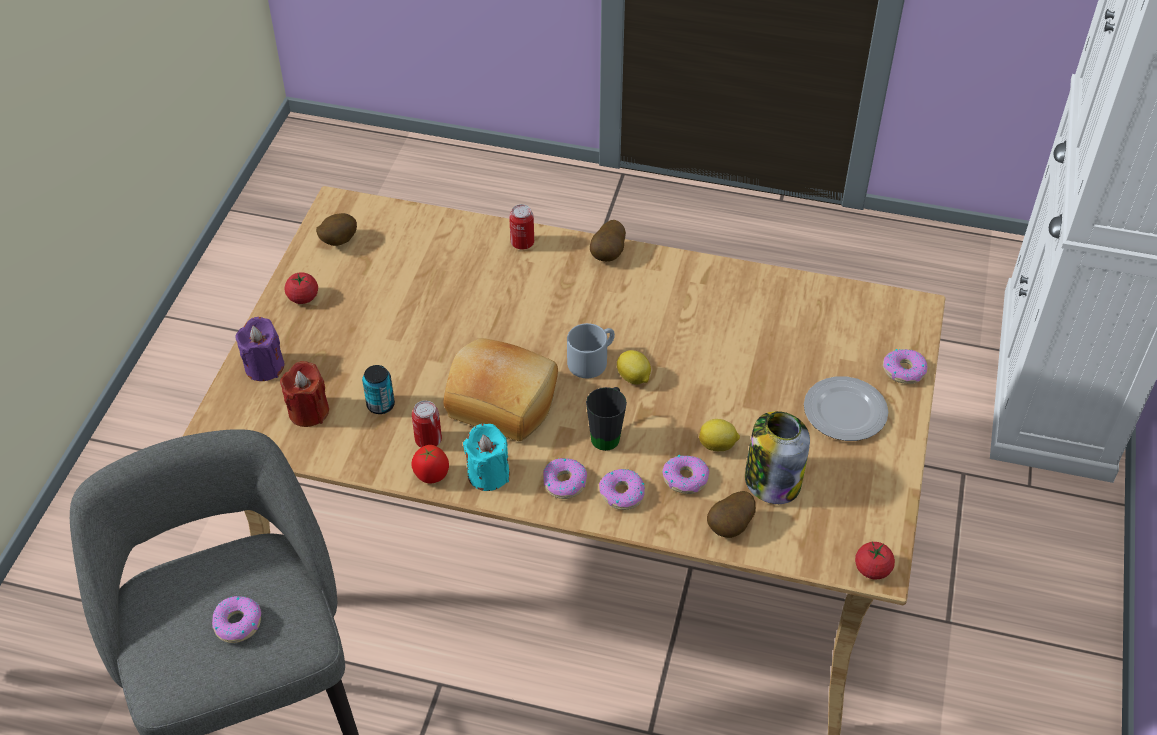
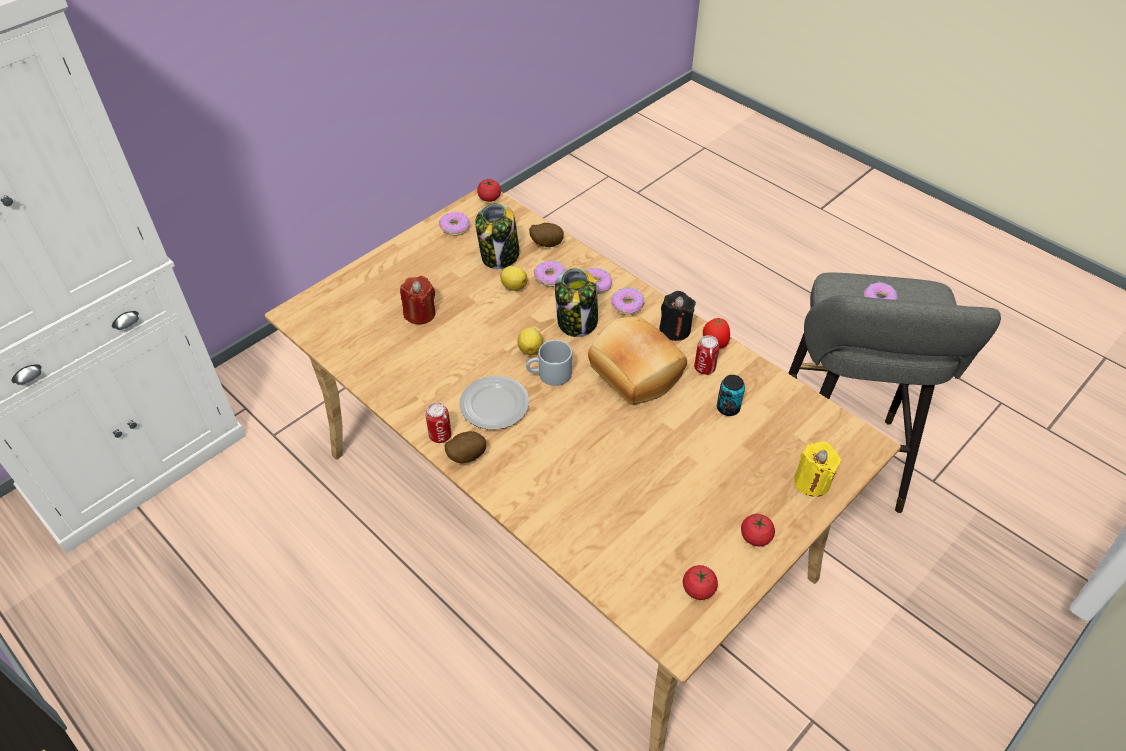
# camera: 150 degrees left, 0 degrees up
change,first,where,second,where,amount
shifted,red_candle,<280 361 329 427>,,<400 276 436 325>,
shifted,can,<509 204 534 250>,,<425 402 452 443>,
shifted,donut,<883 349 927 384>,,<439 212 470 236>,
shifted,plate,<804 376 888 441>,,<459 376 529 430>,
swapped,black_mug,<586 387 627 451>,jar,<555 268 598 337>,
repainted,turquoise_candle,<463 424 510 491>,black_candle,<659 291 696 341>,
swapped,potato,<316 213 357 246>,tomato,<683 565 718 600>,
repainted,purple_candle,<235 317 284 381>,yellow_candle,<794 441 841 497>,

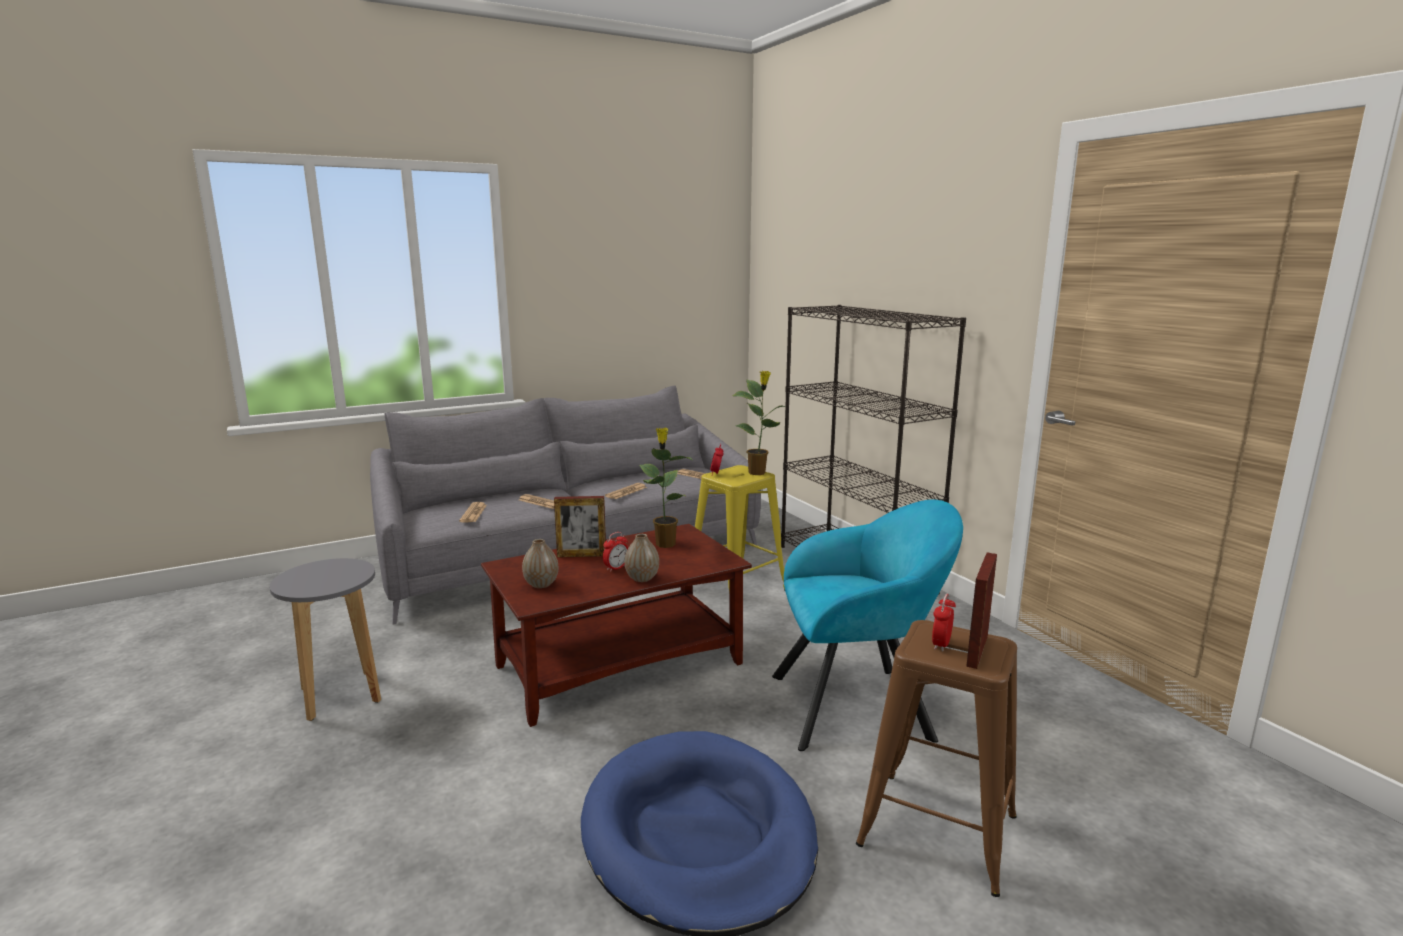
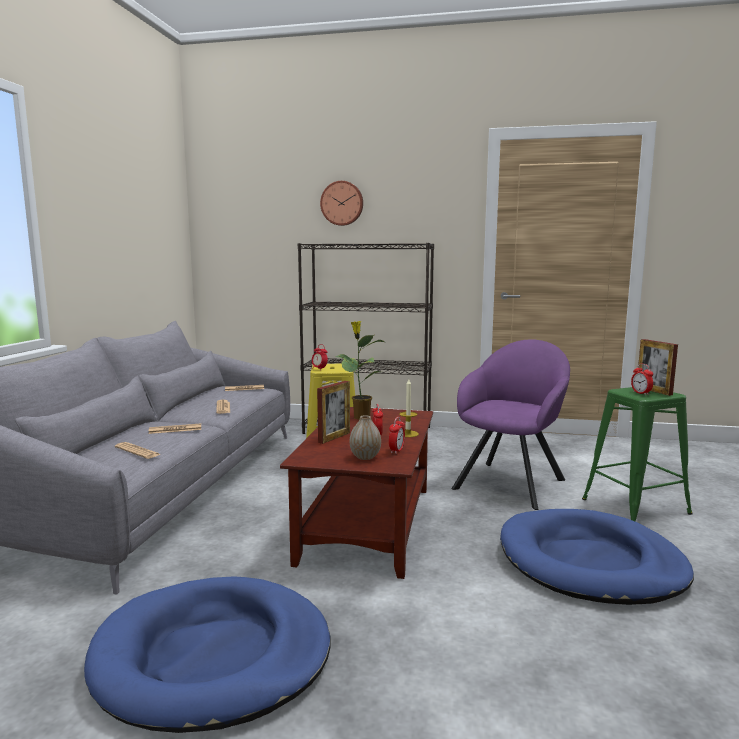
# camera: 50 degrees left, 5 degrees down
change,first,where,second,where,amount
swapped,grey_stool,<270 558 381 721>,blue_dog_bed,<84 576 330 733>,
new,,,wall_clock,<320 181 363 226>,
new,,,alarm_clock,<389 417 405 454>,
swapped,vase,<624 534 659 582>,candle,<399 379 419 437>,
repainted,turquoise_armchair,<772 500 963 751>,purple_armchair,<452 339 570 510>,
repainted,brown_stool,<856 620 1017 897>,green_stool,<582 387 693 522>,
gone,potted_plant,<732 371 786 475>,,,

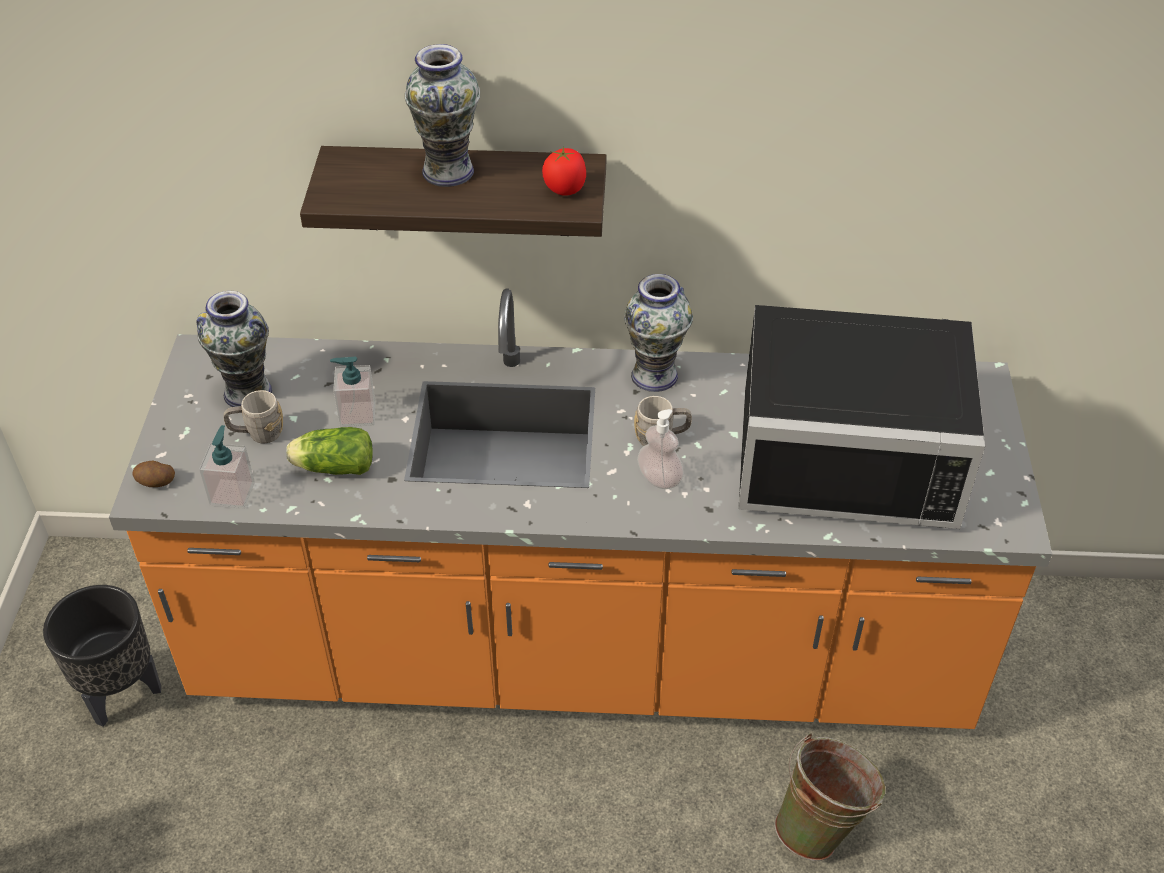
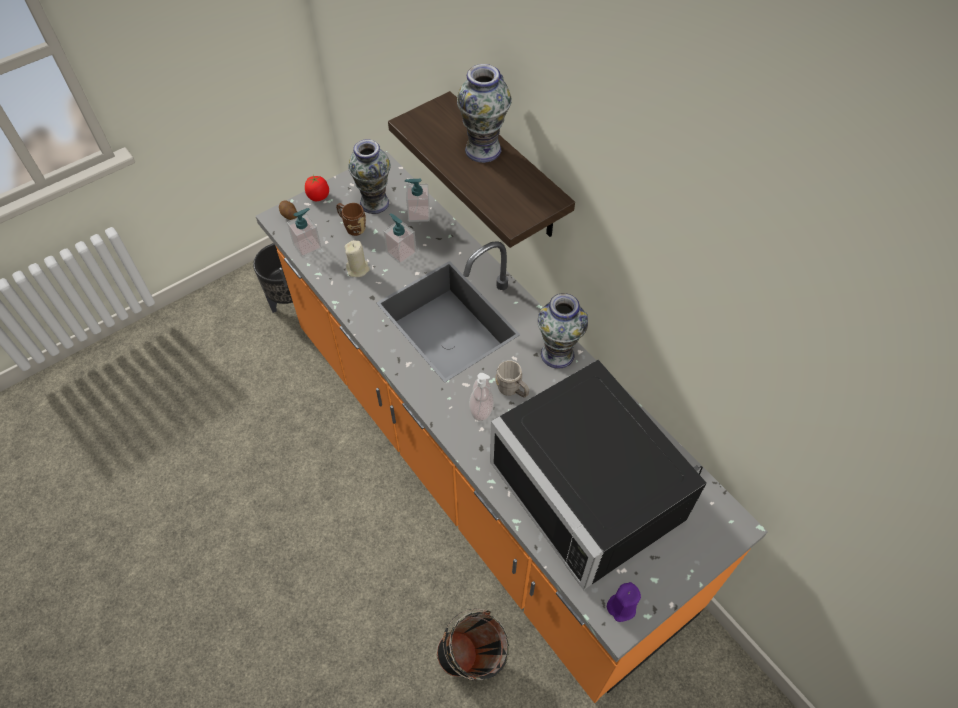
# camera: 50 degrees right, 10 degrees up
change,first,where,second,where,amount
shifted,tomato,<542 146 586 196>,,<305 175 329 201>,
repainted,grey_mug,<223 390 283 443>,brown_mug,<336 203 366 236>,
swapped,lettuce,<286 427 373 475>,beige_candle,<345 240 370 277>,
new,,,soap_dispenser,<405 179 430 222>,
repainted,green_bucket,<774 733 885 861>,black_bucket,<437 609 509 680>,
new,,,purple_candle,<607 582 641 622>,

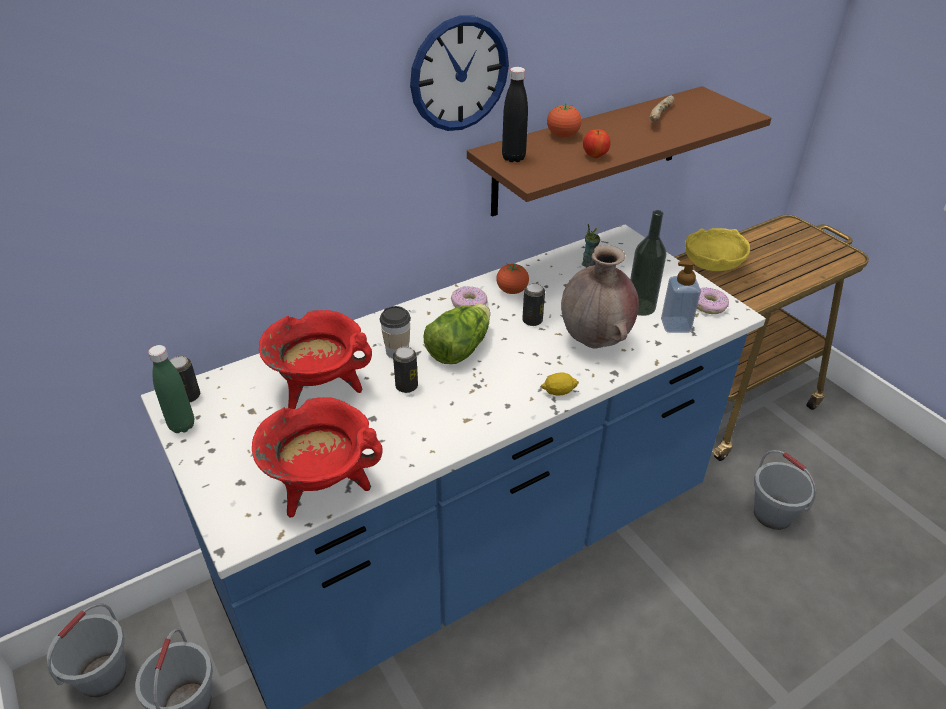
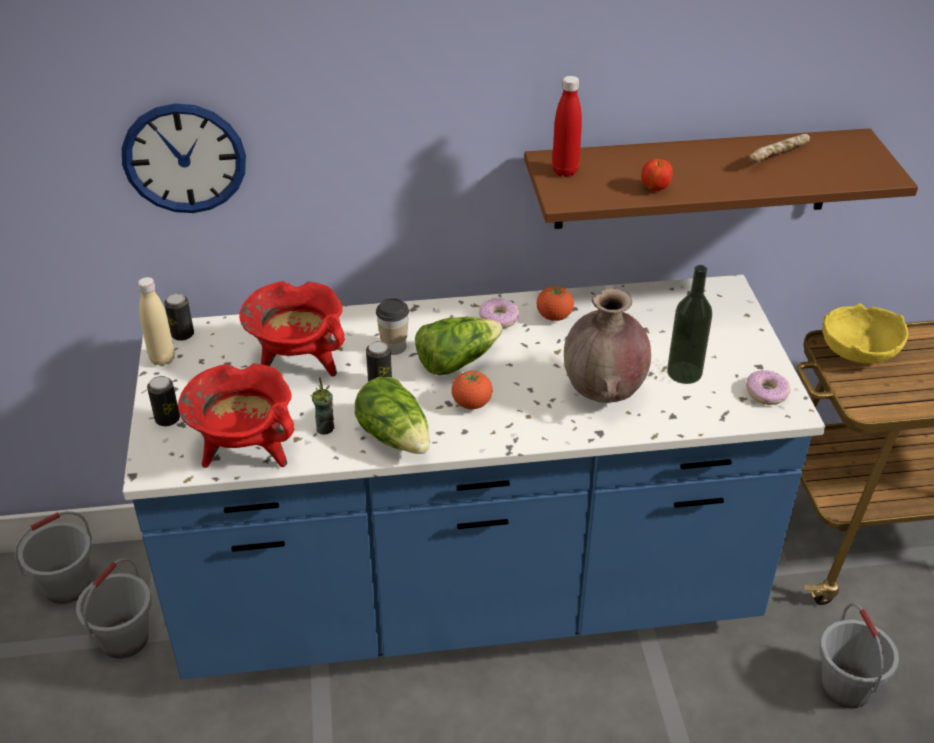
# camera: 25 degrees right, 0 degrees up
change,first,where,second,where,amount
shifted,wall_clock,<410 15 509 131>,,<122 104 246 213>,
repainted,green_bottle,<148 345 194 433>,beige_bottle,<138 277 175 366>,
shifted,can,<522 283 545 326>,,<147 376 180 426>,
shifted,cup,<582 224 600 268>,,<310 377 334 435>,
new,,,lettuce,<355 377 430 454>,
shifted,tomato,<547 104 582 137>,,<452 371 492 409>,
repainted,black_bottle,<502 67 528 162>,red_bottle,<552 76 582 177>,
gone,lemon,<541 372 579 396>,,,
gone,soap_dispenser,<661 261 701 333>,,,

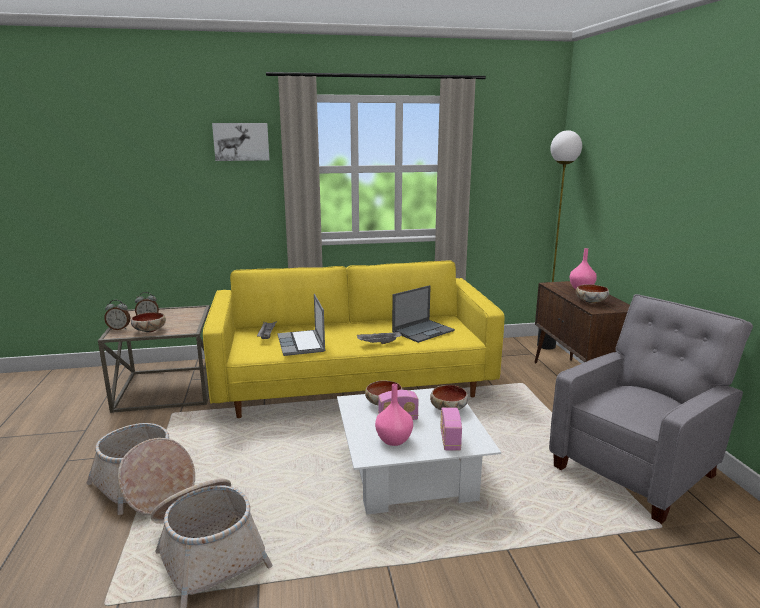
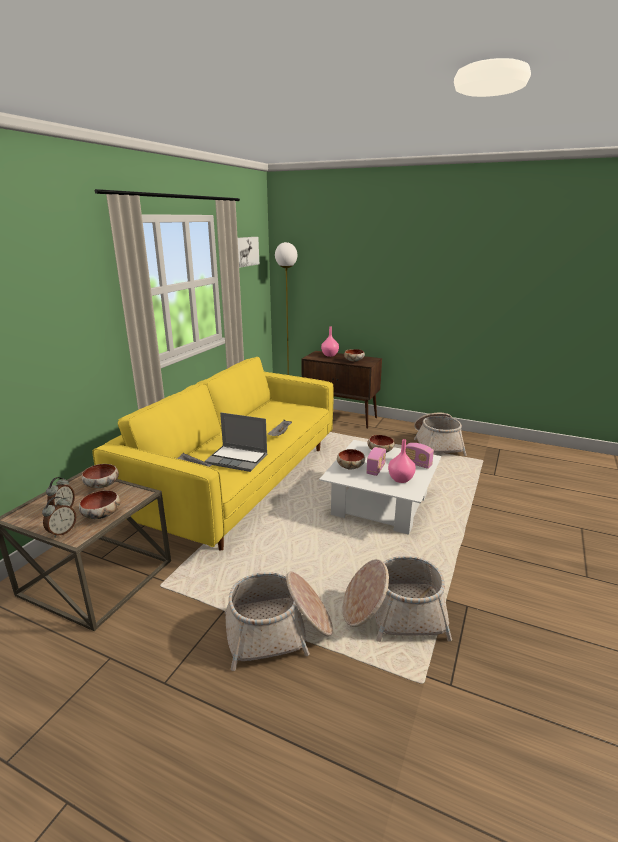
# camera: 55 degrees left, 5 degrees up
change,first,where,second,where,amount
new,,,bowl,<82 464 119 488>,
shifted,picture,<212 123 270 161>,,<238 237 259 268>,
swapped,grey_armchair,<549 294 753 524>,basket,<414 413 467 456>,
gone,laptop,<392 285 455 343>,,,

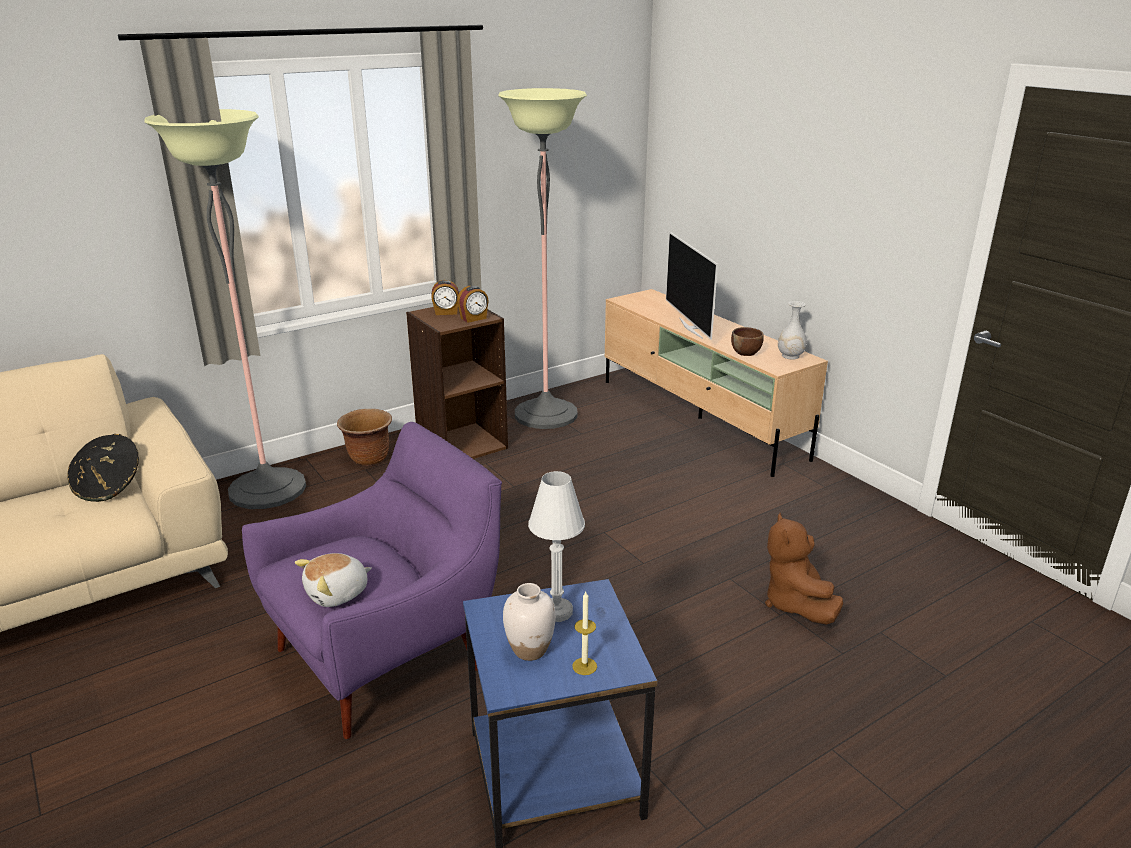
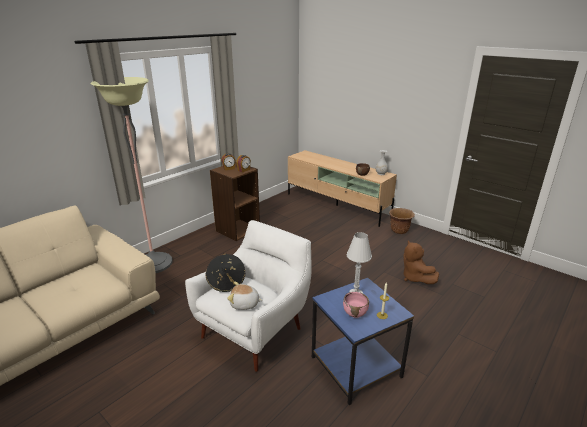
# camera: 15 degrees left, 0 degrees up
change,first,where,second,where,amount
repainted,purple_armchair,<242 422 502 739>,white_armchair,<185 220 311 372>,
shifted,black_hat,<67 434 139 502>,,<205 254 245 292>,
rotated,plush_toy,<295 553 372 607>,,<227 282 263 310>,60 degrees clockwise
swapped,white_vase,<503 583 556 661>,pink_bowl,<343 292 369 318>,
shifted,brown_planter,<337 409 392 466>,,<389 208 415 234>,
gone,floor_lamp,<498 88 587 429>,,,
gone,television,<666 232 718 340>,,,

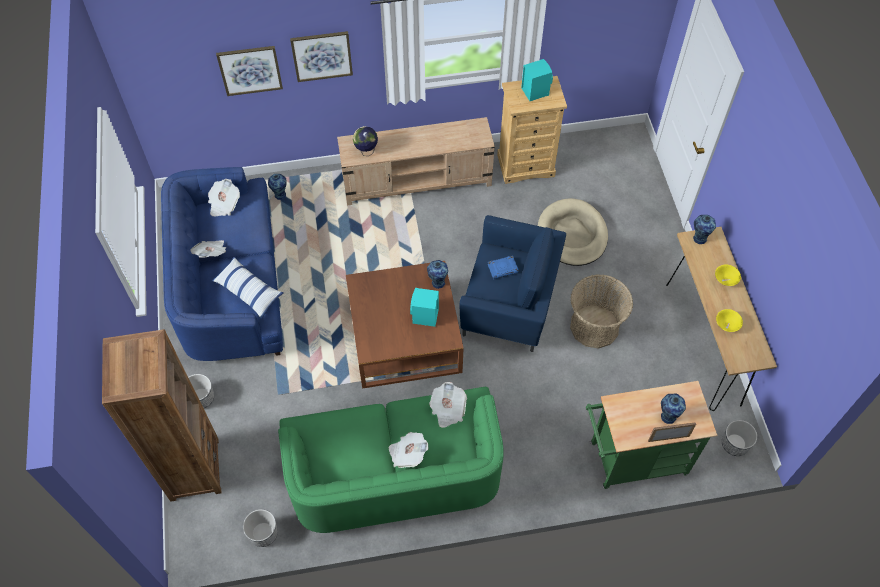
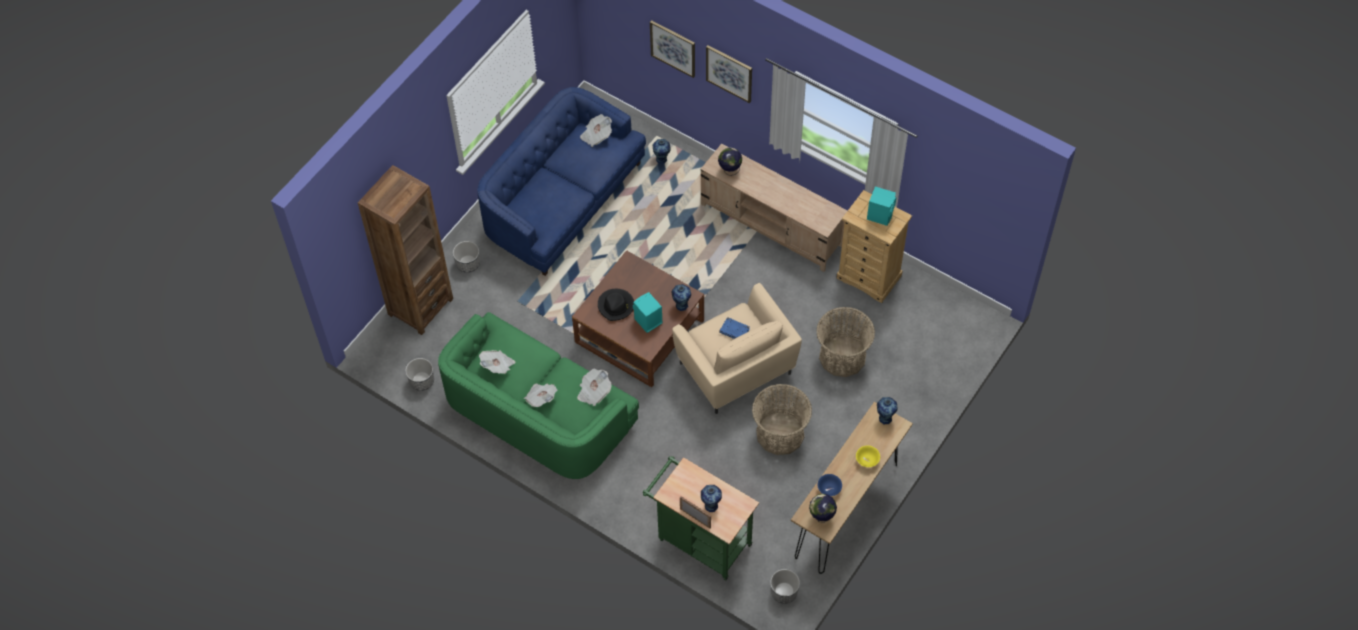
# camera: 45 degrees right, 0 degrees up
change,first,where,second,where,amount
shifted,newspaper,<190 240 226 258>,,<479 350 516 374>,
new,,,black_hat,<598 289 634 321>,
repainted,blue_armchair,<460 215 566 352>,beige_armchair,<672 283 802 414>,
new,,,globe,<809 494 837 523>,
swapped,beige_dog_bed,<538 198 608 266>,basket,<817 307 875 377>,
repainted,yellow_bowl,<716 309 743 332>,blue_bowl,<817 474 842 496>,
gone,pillow,<212 256 283 319>,,,

